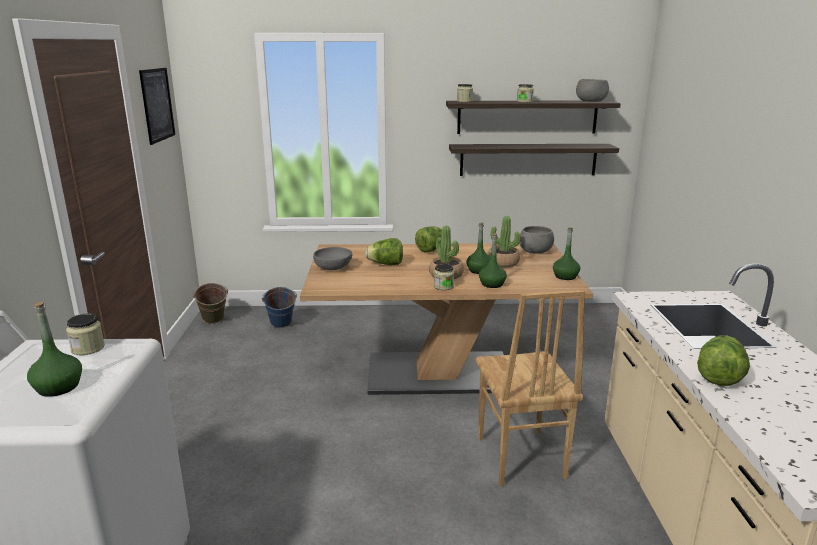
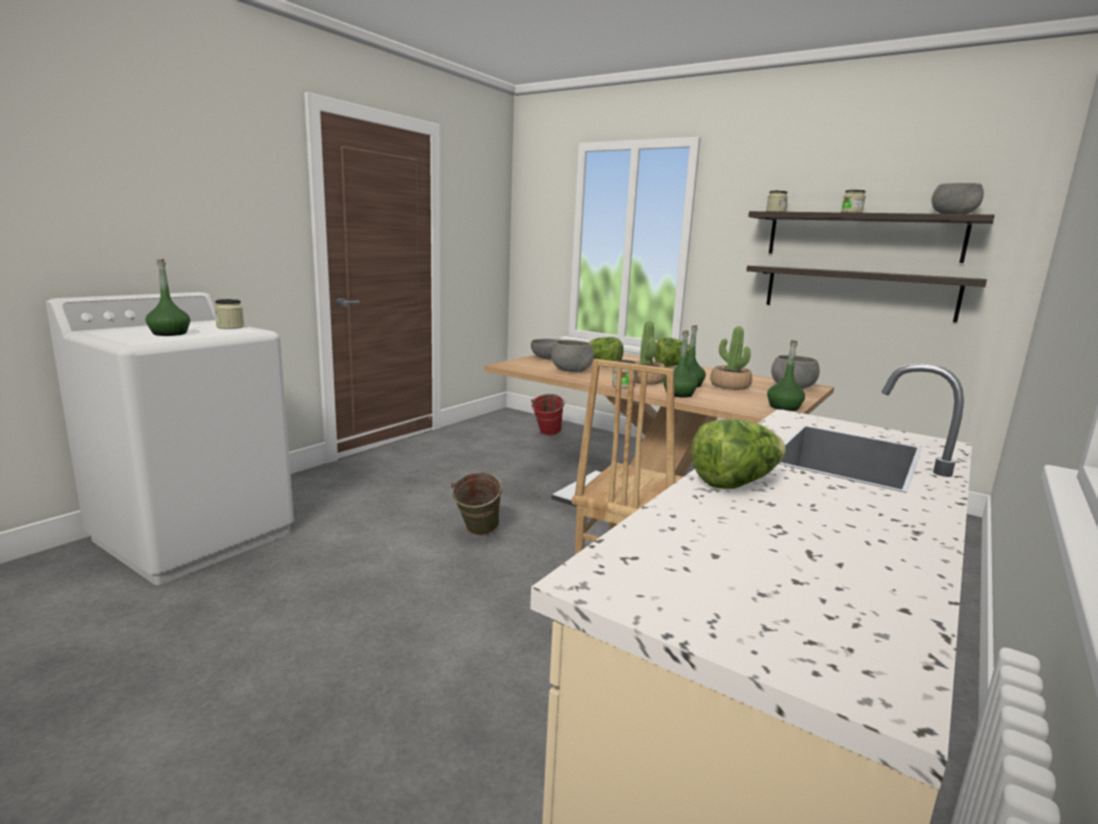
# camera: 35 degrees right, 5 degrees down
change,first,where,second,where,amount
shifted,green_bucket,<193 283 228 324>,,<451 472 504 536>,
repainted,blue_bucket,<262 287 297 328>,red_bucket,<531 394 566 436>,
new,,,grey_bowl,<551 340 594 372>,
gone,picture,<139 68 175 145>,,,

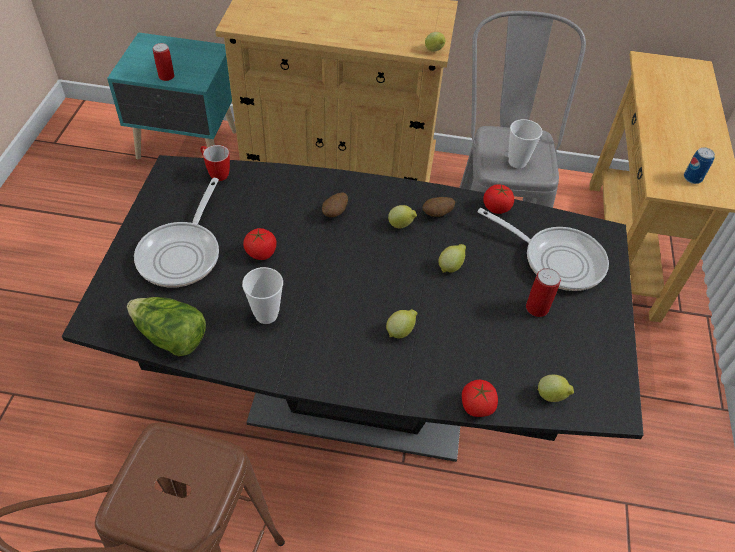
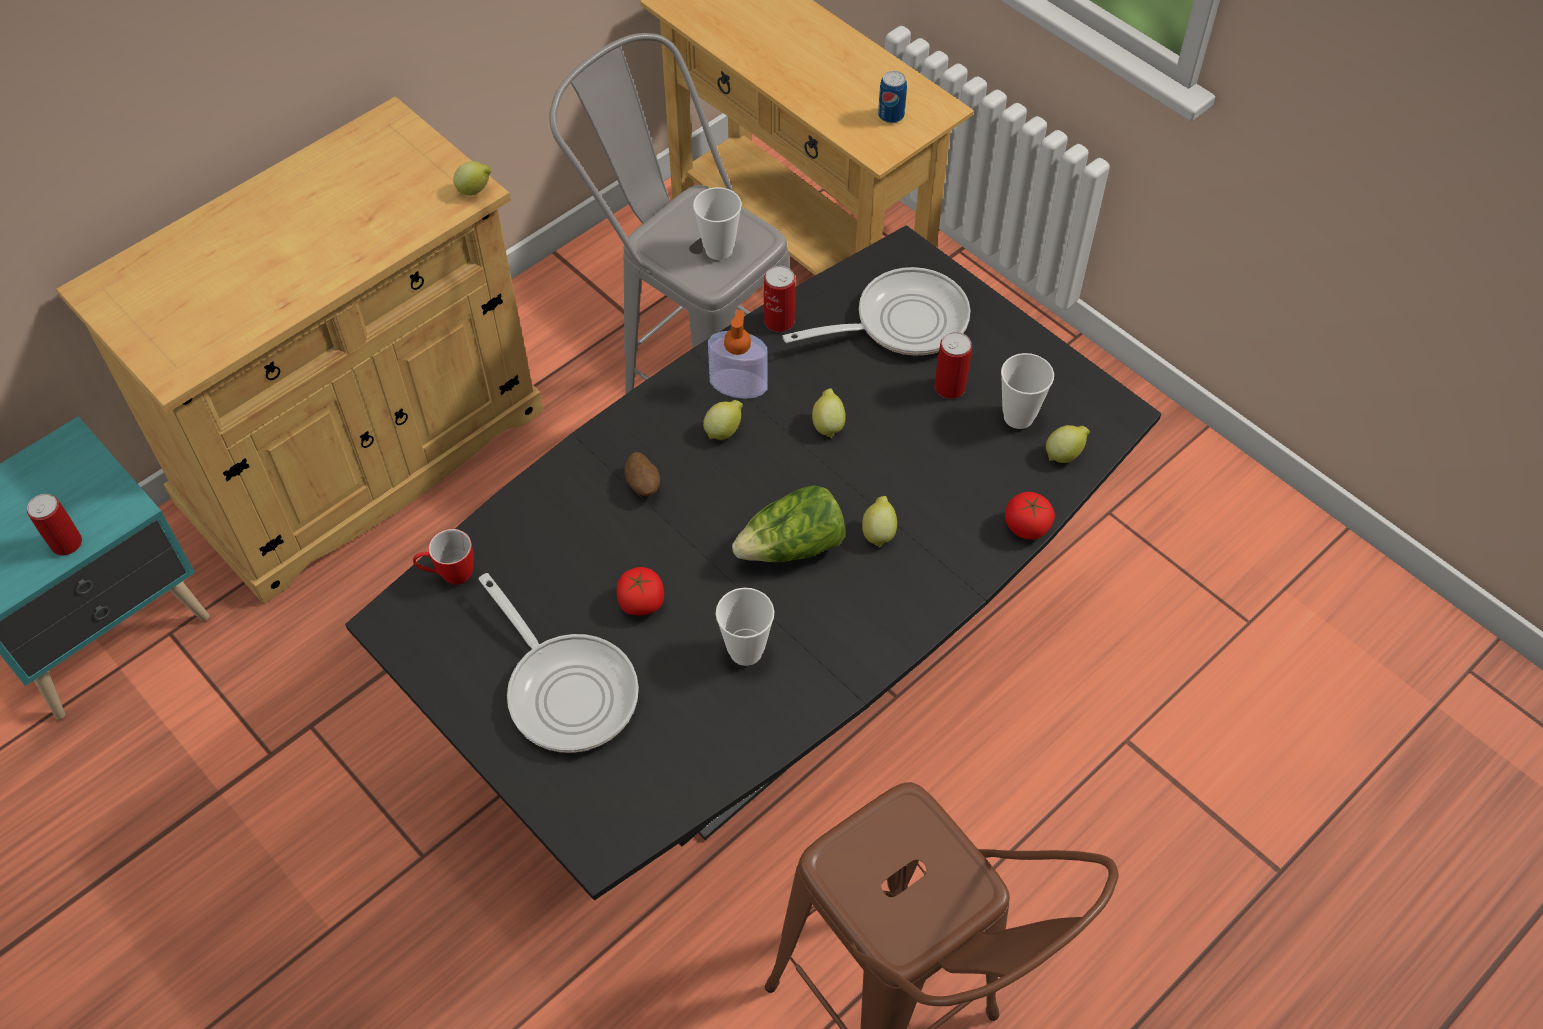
# camera: 50 degrees left, 5 degrees up
change,first,where,second,where,amount
swapped,potato,<423 197 455 217>,soap_dispenser,<708 310 768 399>,
shifted,lettuce,<127 297 206 356>,,<732 485 845 562>,
swapped,tomato,<483 184 514 214>,can,<764 266 795 332>,
new,,,cup,<1001 353 1054 429>,

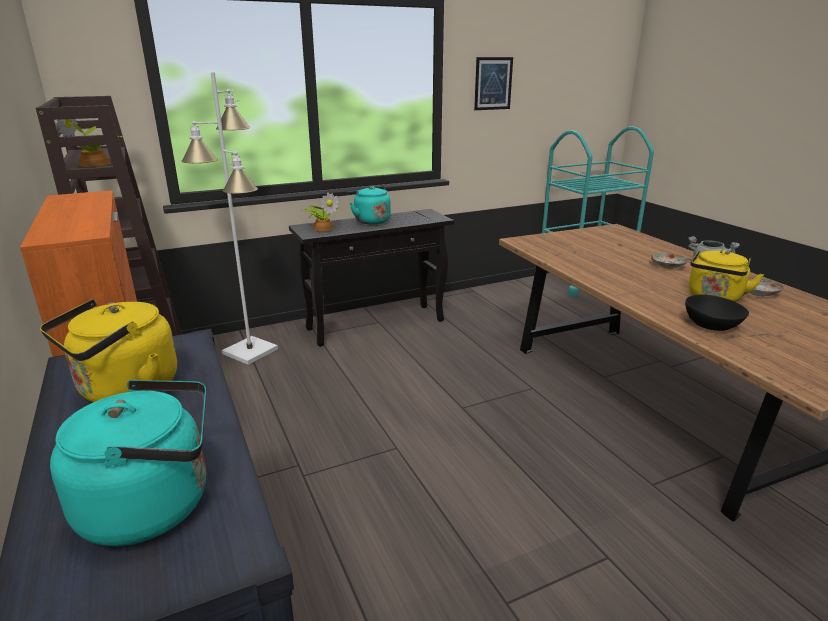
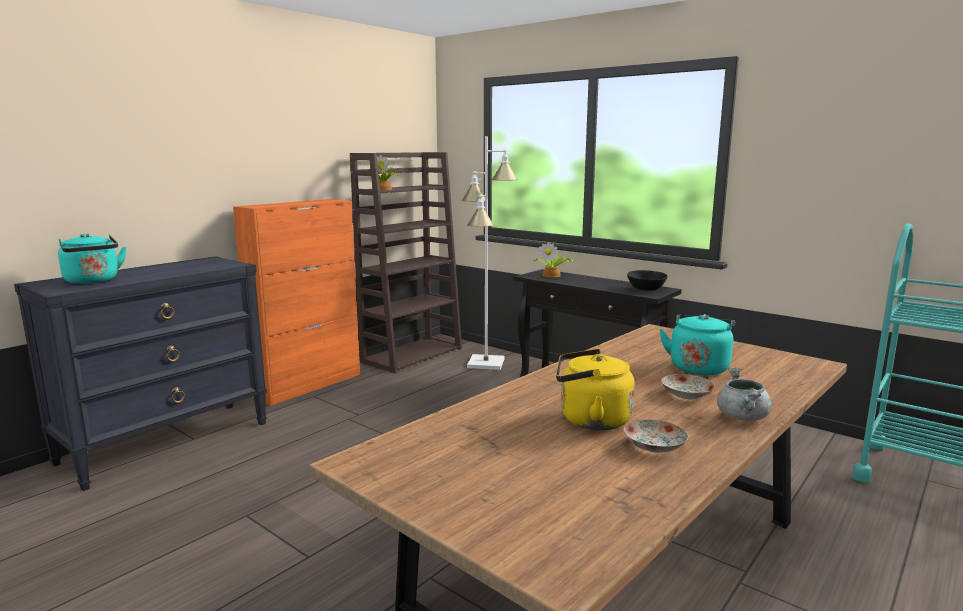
# camera: 65 degrees right, 10 degrees down
change,first,where,second,where,amount
shifted,black_bowl,<685 295 749 331>,,<627 270 668 291>,
shifted,turquoise_kettle,<347 186 391 224>,,<659 314 735 375>,
gone,yellow_kettle,<40 299 177 402>,,,
gone,picture,<474 57 513 110>,,,

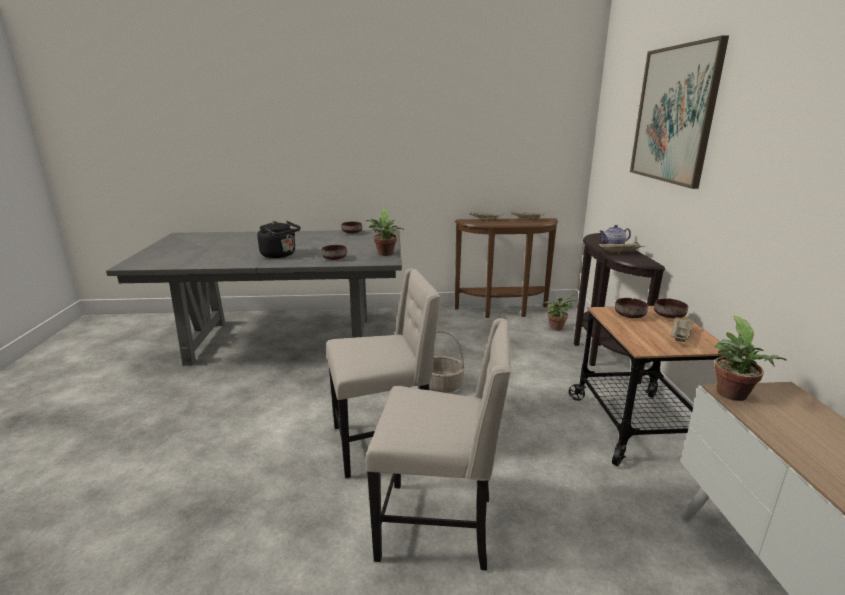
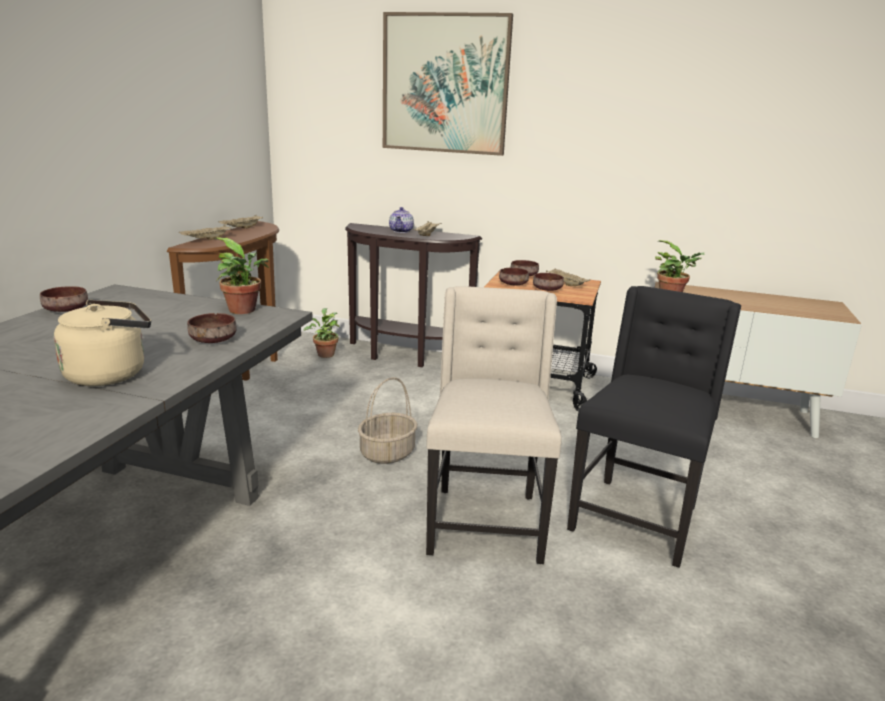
# camera: 70 degrees left, 0 degrees up
change,first,where,second,where,amount
repainted,black_kettle,<257 221 301 258>,beige_kettle,<54 300 151 386>,
new,,,brown_bowl,<533 273 564 291>,
repainted,beige_chair,<366 318 511 571>,black_chair,<567 286 741 568>,

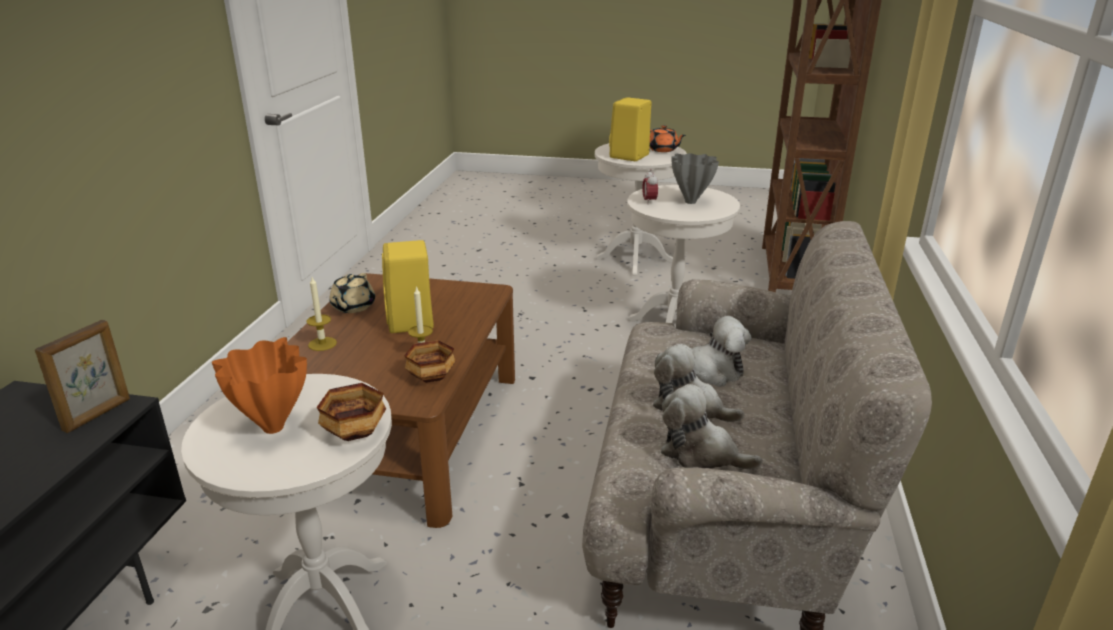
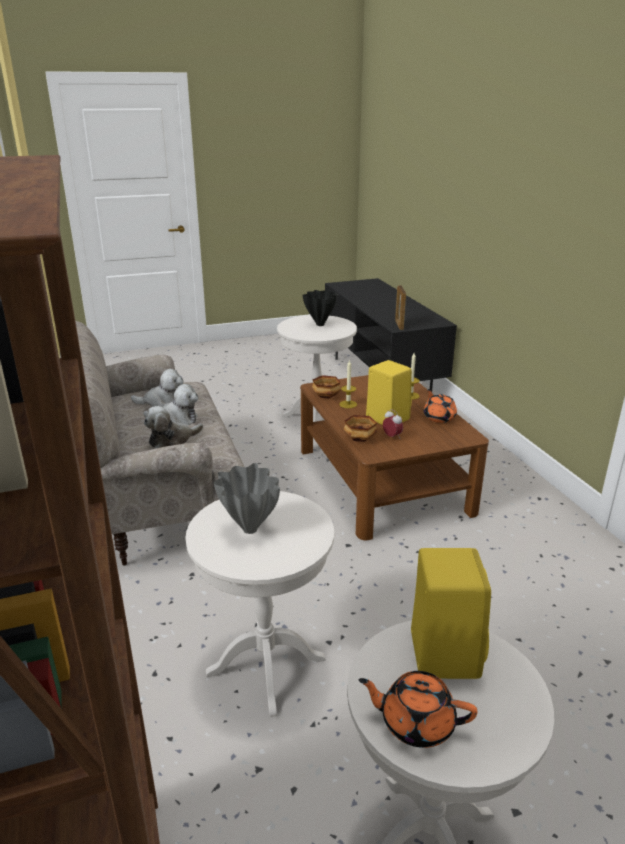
# camera: 150 degrees right, 0 degrees up
change,first,where,second,where,amount
repainted,orange_vase,<212 337 307 434>,black_vase,<303 290 337 326>,
shifted,bowl,<317 383 386 441>,,<344 415 377 442>,
shifted,alarm_clock,<642 169 658 205>,,<383 409 403 439>,
repainted,beige_teapot,<329 273 375 313>,orange_teapot,<424 389 457 423>,

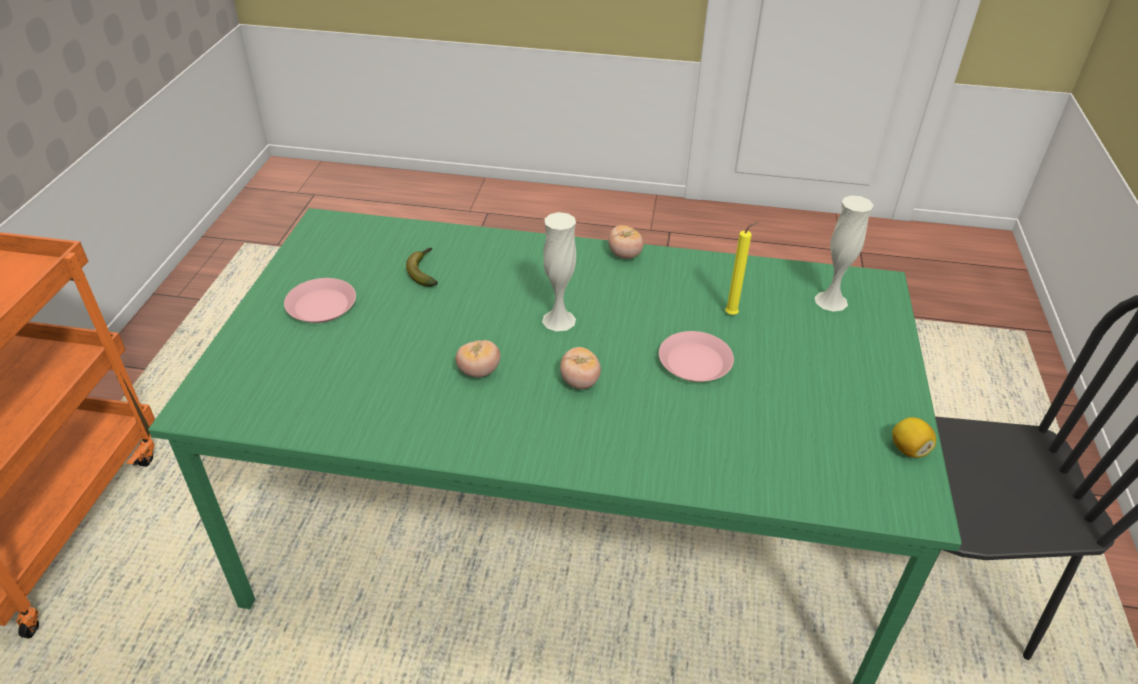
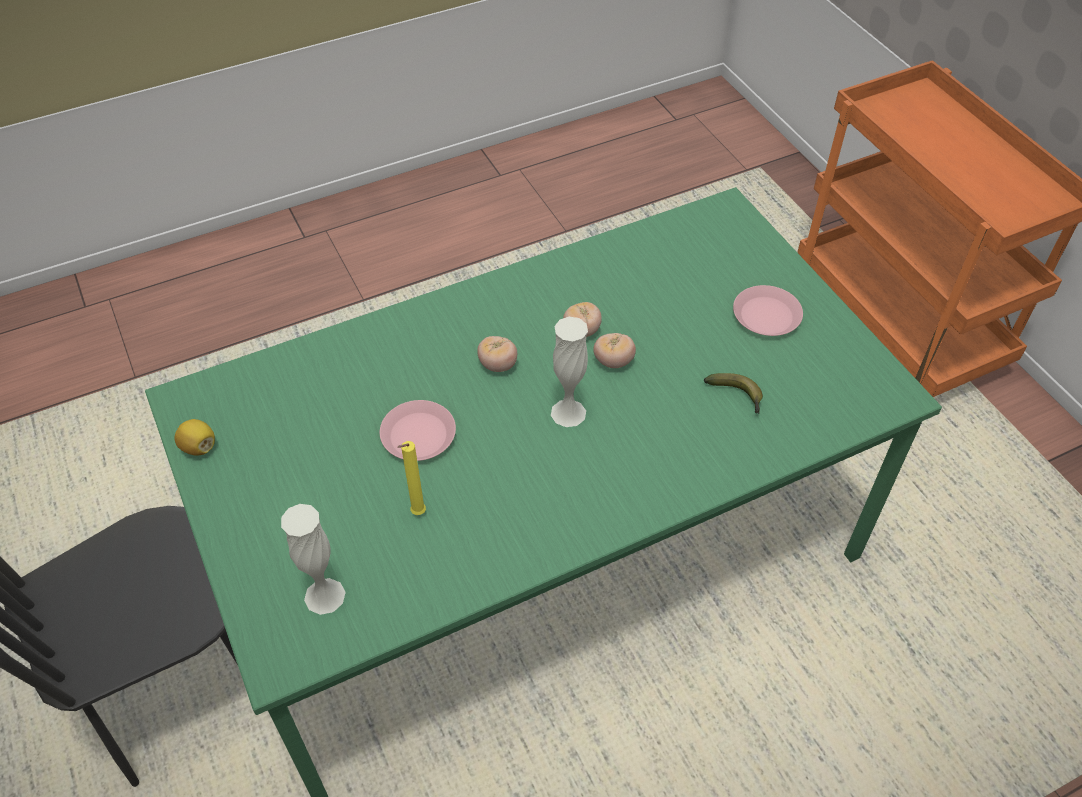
# camera: 145 degrees right, 10 degrees up
change,first,where,second,where,amount
shifted,tomato,<608 225 644 259>,,<593 333 636 368>,

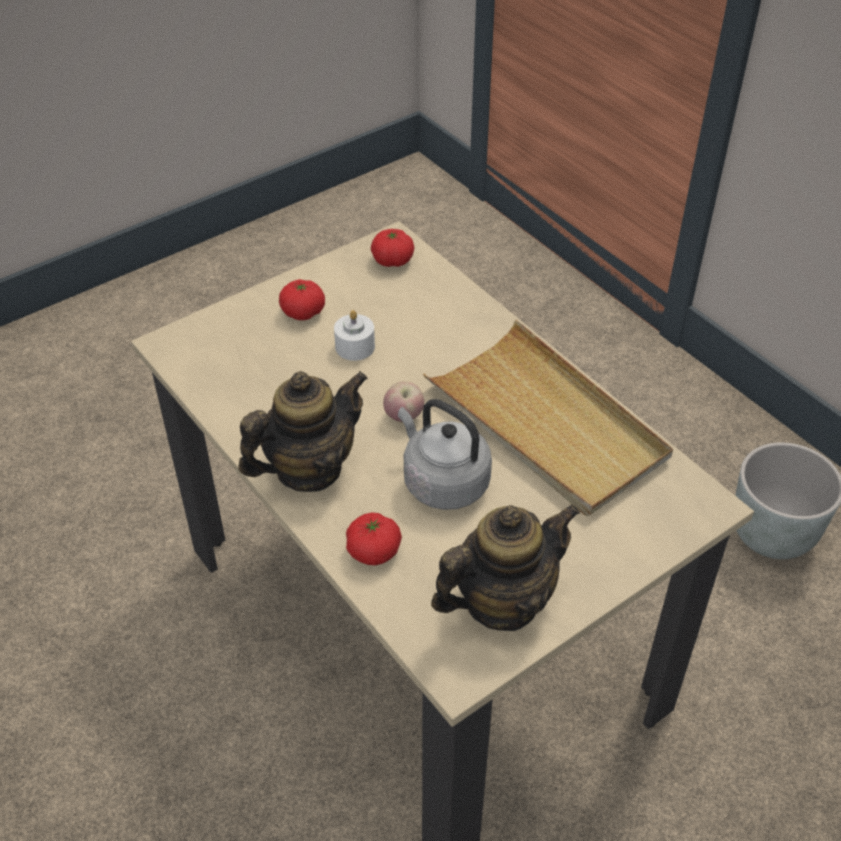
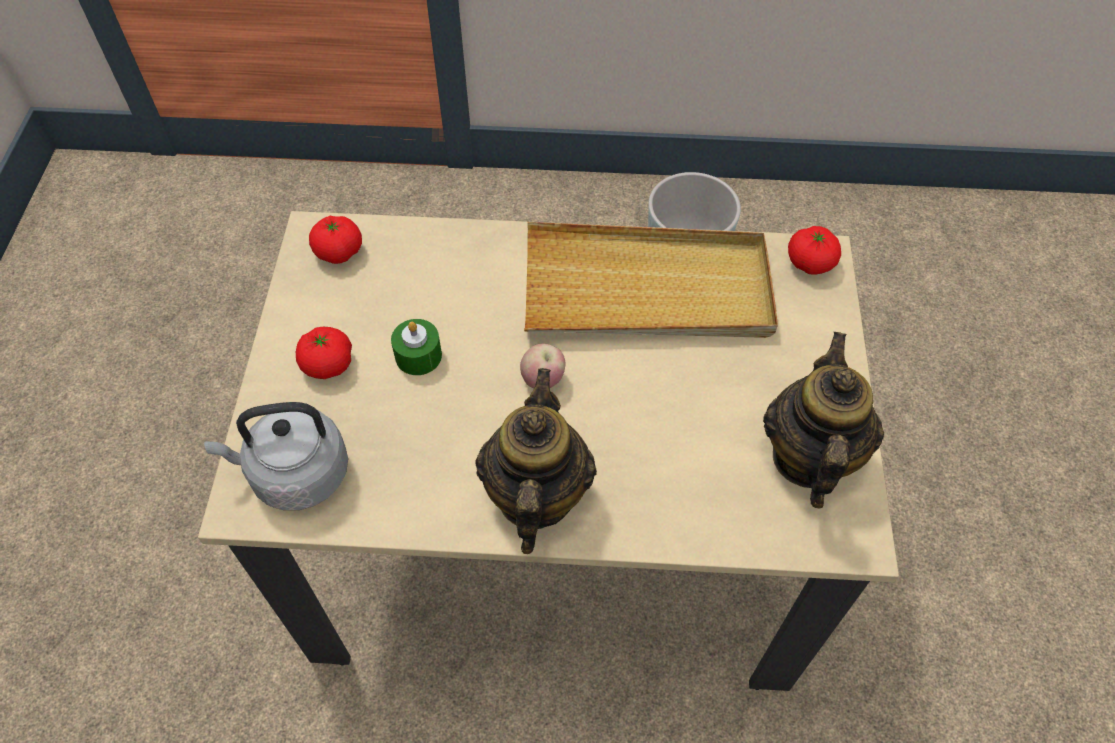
# camera: 50 degrees left, 10 degrees up
change,first,where,second,where,amount
shifted,grey_kettle,<398 399 492 510>,,<204 402 348 510>,
repainted,white_candle,<334 310 375 361>,green_candle,<391 319 442 375>,
shifted,tomato,<346 512 402 566>,,<788 226 841 275>,

